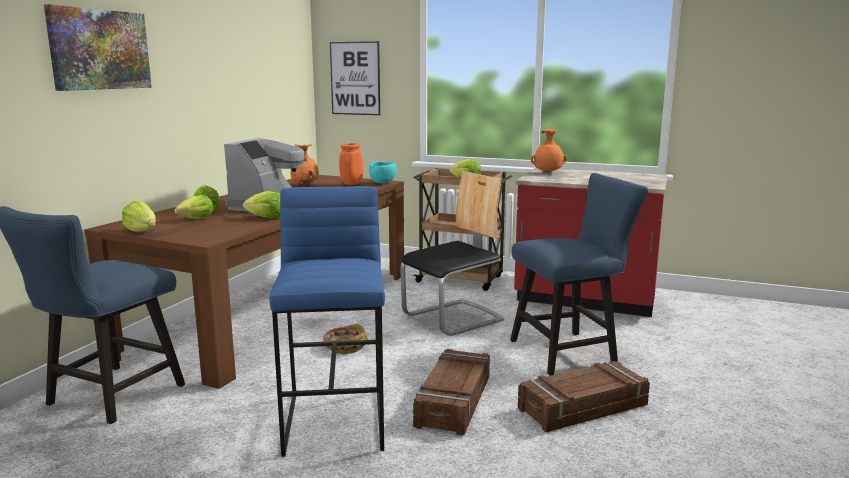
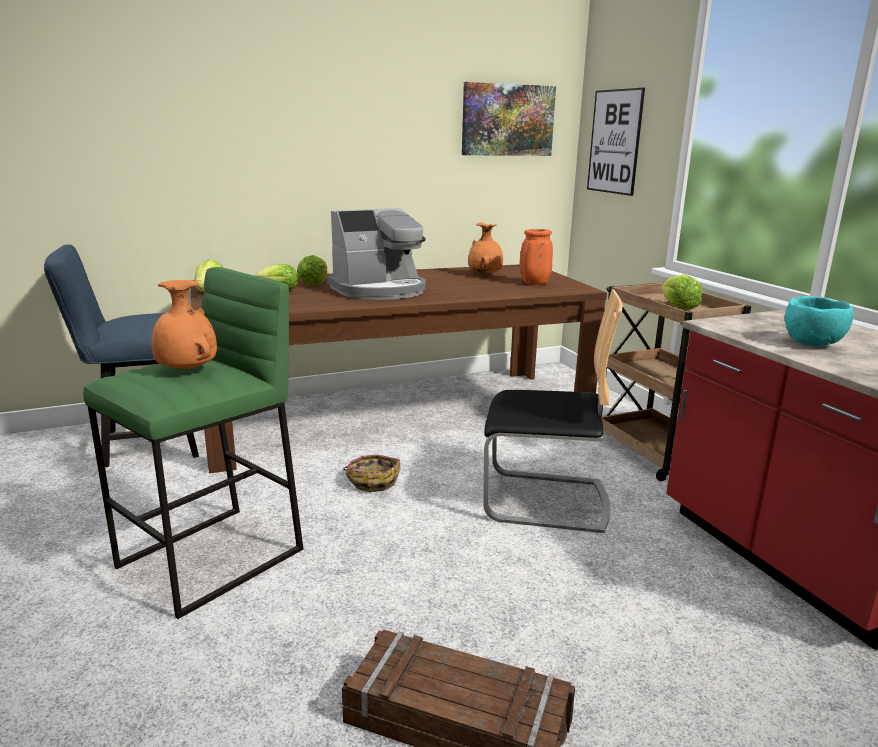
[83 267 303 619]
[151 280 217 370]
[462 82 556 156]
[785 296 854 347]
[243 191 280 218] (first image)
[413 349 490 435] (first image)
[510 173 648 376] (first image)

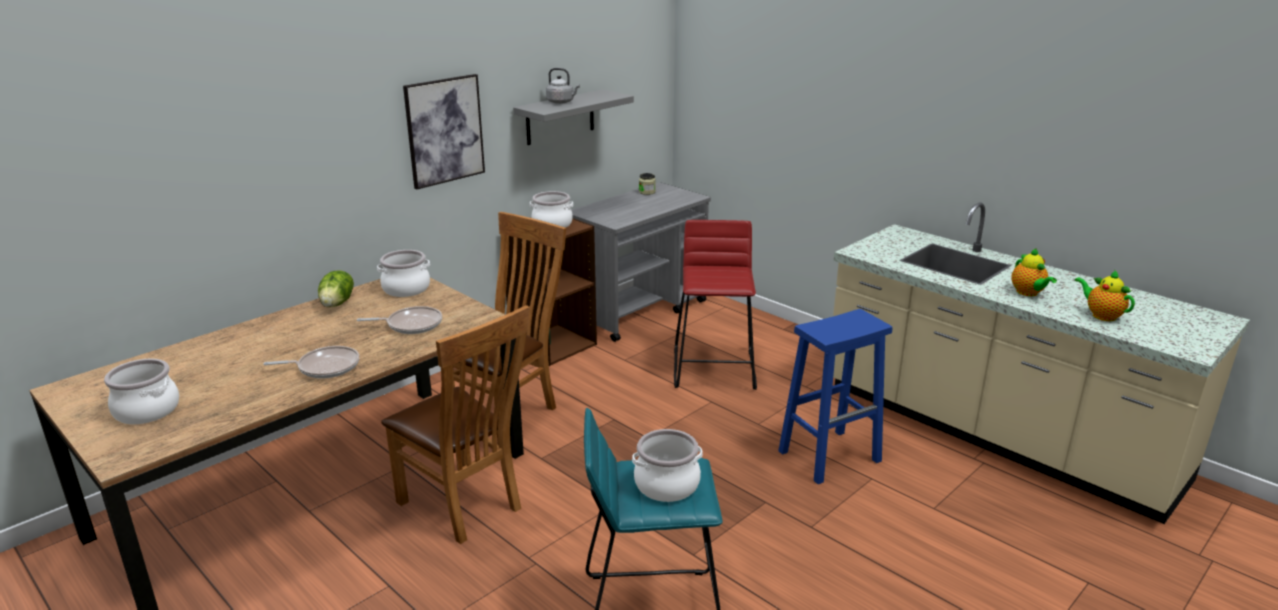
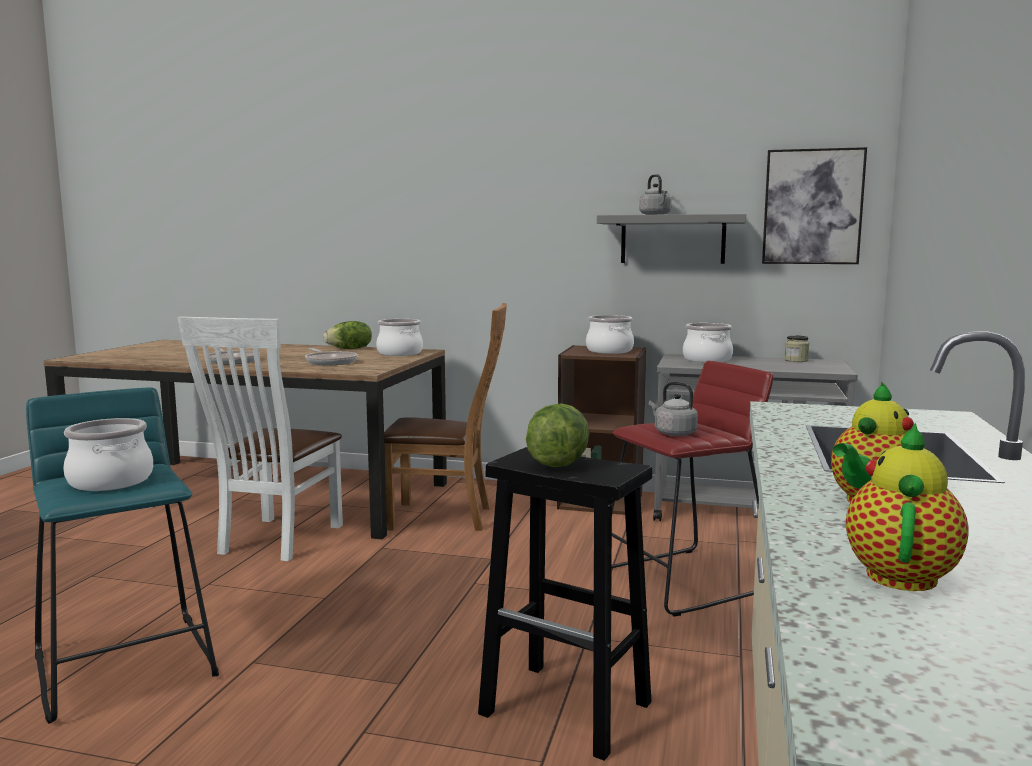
[177 316 343 561]
[478 447 652 761]
[526 403 589 467]
[649 382 698 436]
[683 323 733 363]
[762 147 867 264]

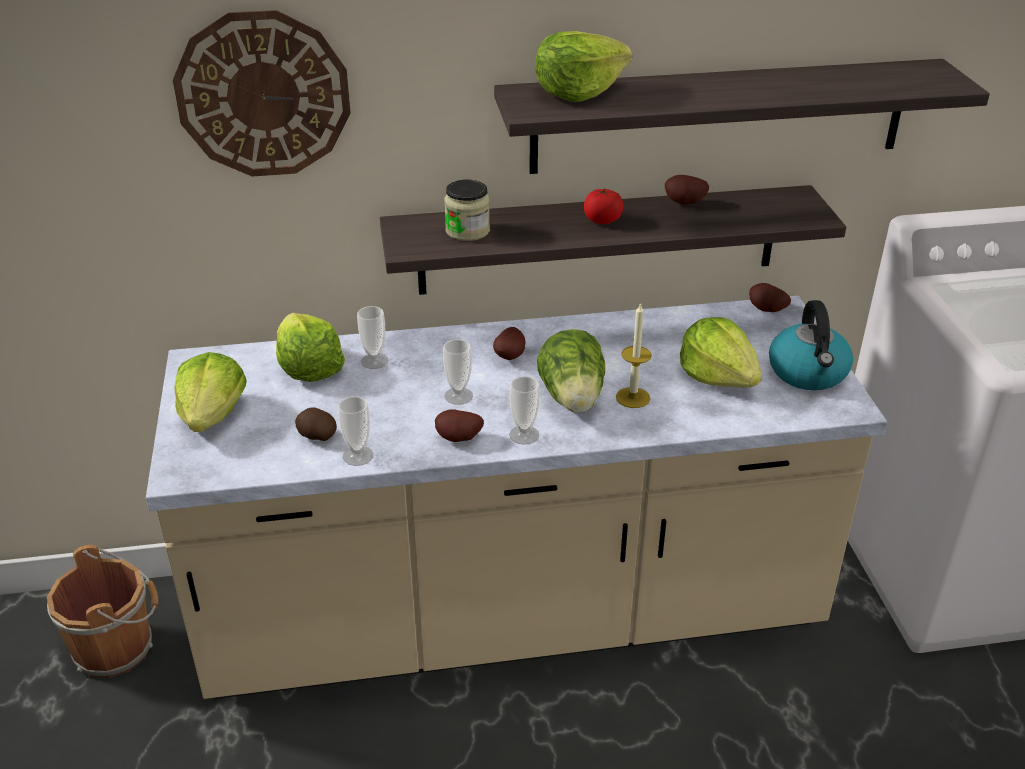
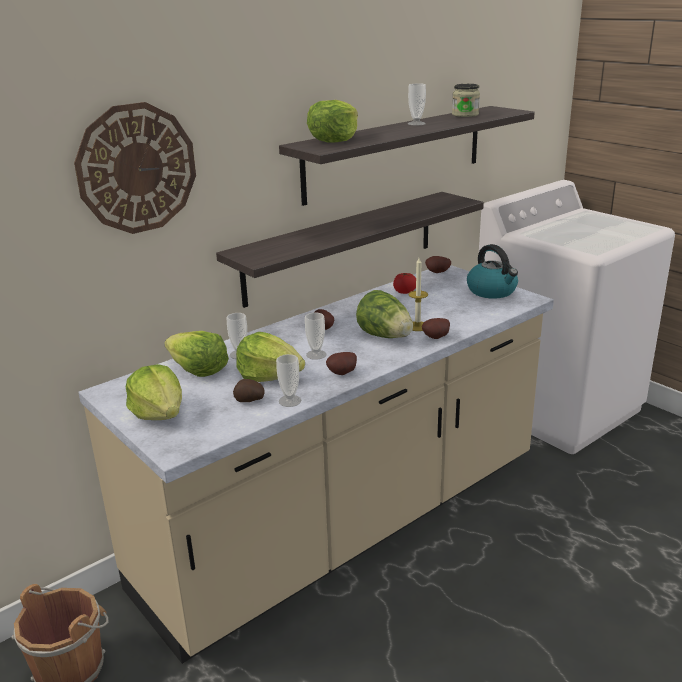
[236 332 305 382]
[393 272 416 294]
[408 83 426 125]
[422 318 450 339]
[452 84 480 117]

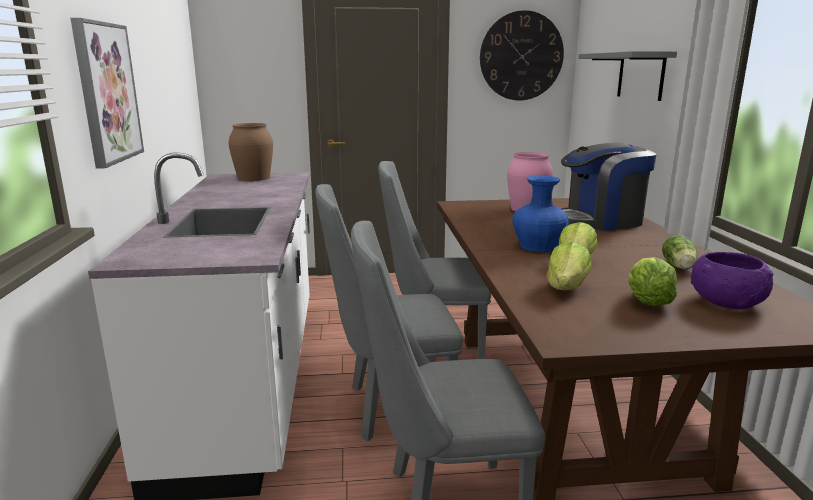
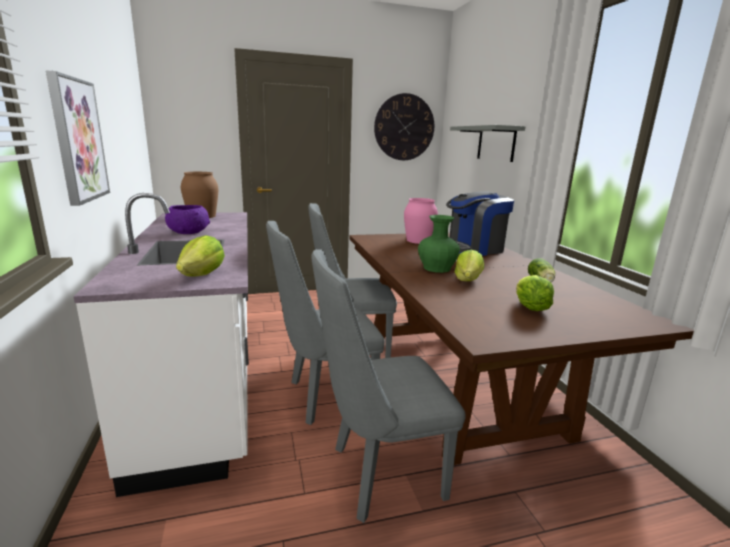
[165 205 210 234]
[176 236 225 277]
[418 215 460 273]

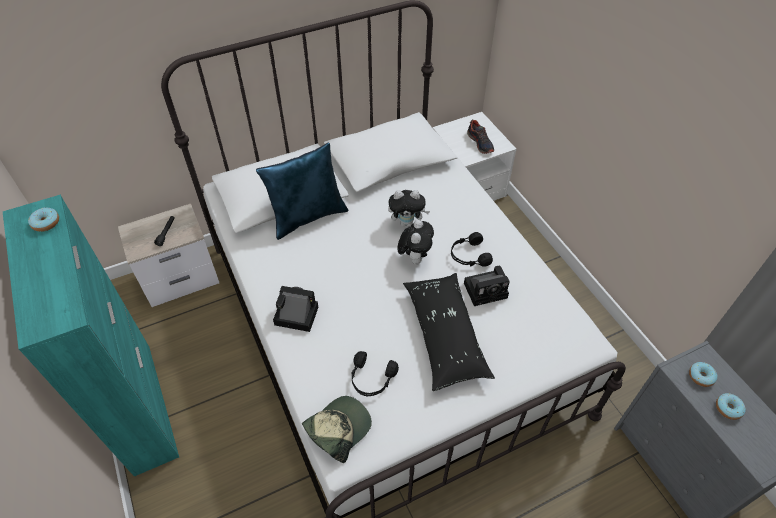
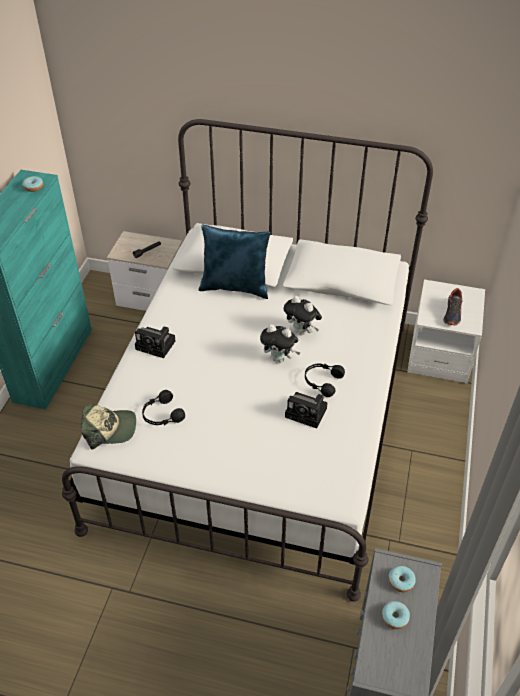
[135 326 176 358]
[260 324 301 363]
[403 273 495 391] (first image)

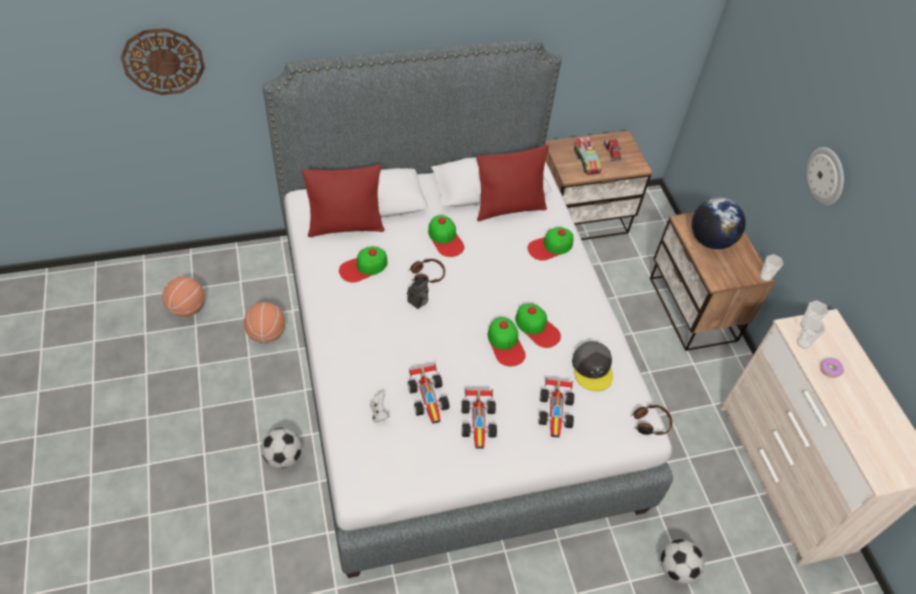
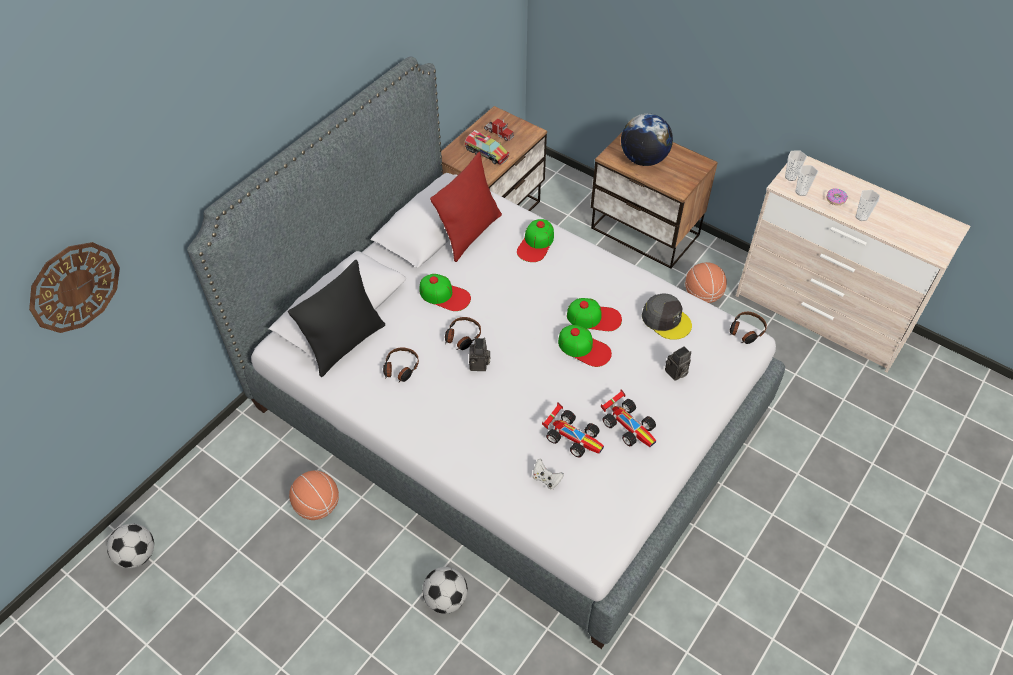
[107 524 154 568]
[288 260 385 377]
[383 347 419 383]
[665 346 691 381]
[685 262 727 303]
[856 190 880 221]
[806 147 844 206] (first image)

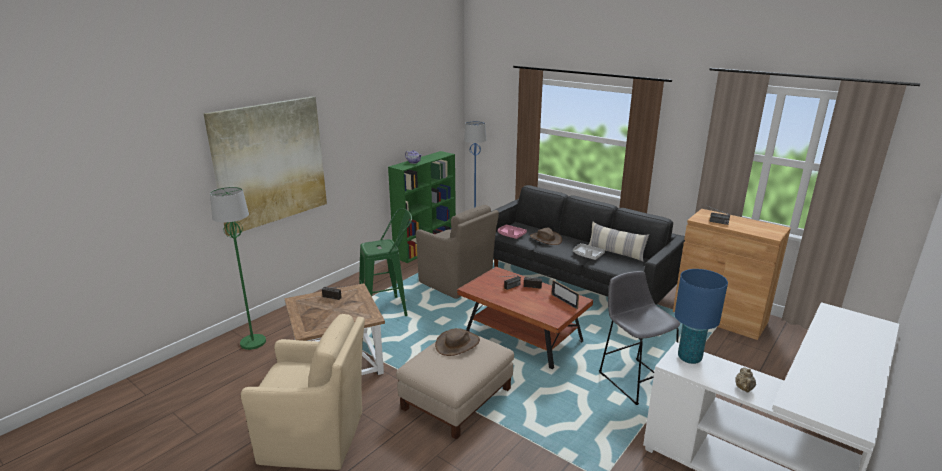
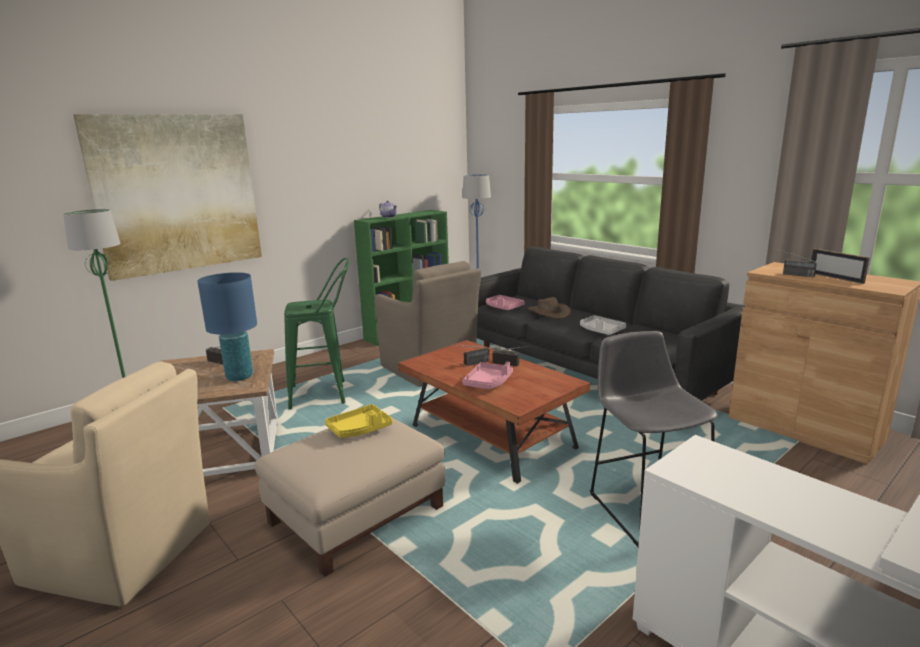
[197 272 257 381]
[325 404 393 438]
[463 362 513 389]
[811 248 870 284]
[589 222 649 262] (first image)
[735 367 756 392] (first image)

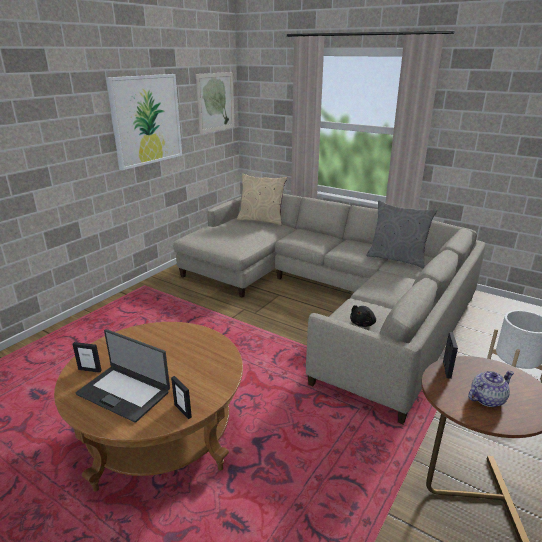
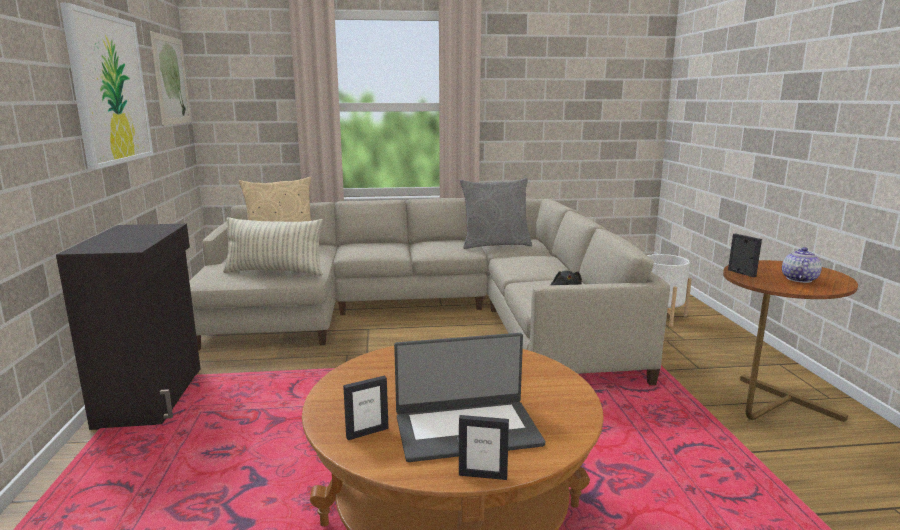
[56 224 201 430]
[223 217 324 276]
[459 415 509 480]

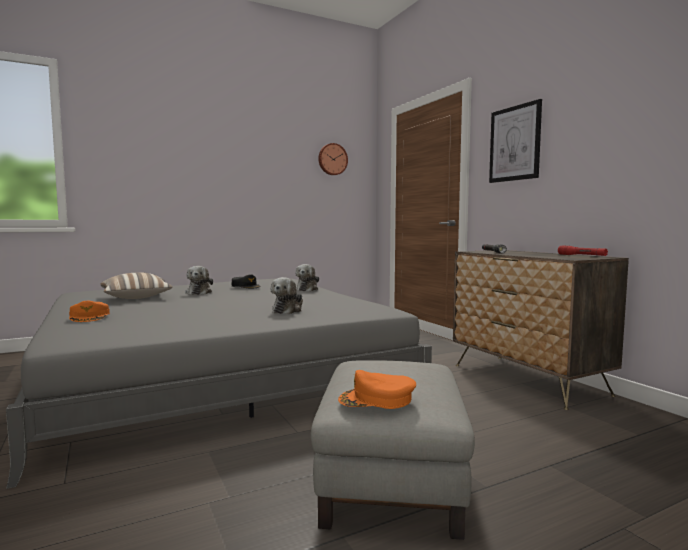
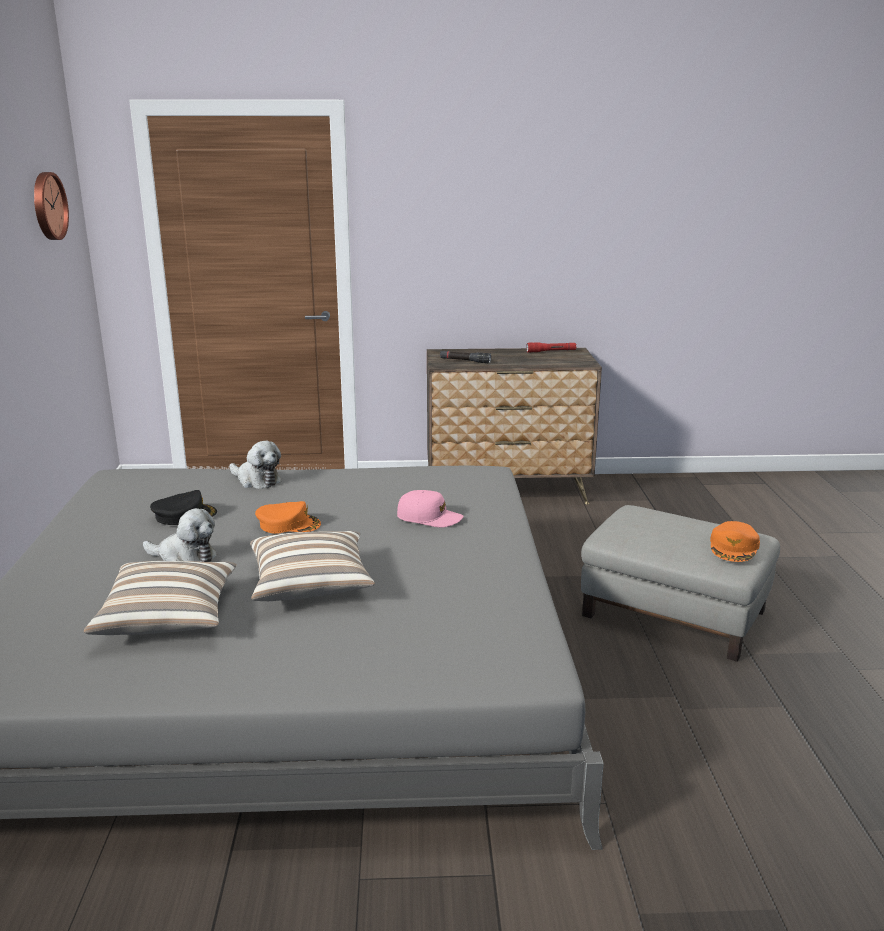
[250 531 375 601]
[255 501 321 534]
[397 490 464 528]
[489 99 542 183] (first image)

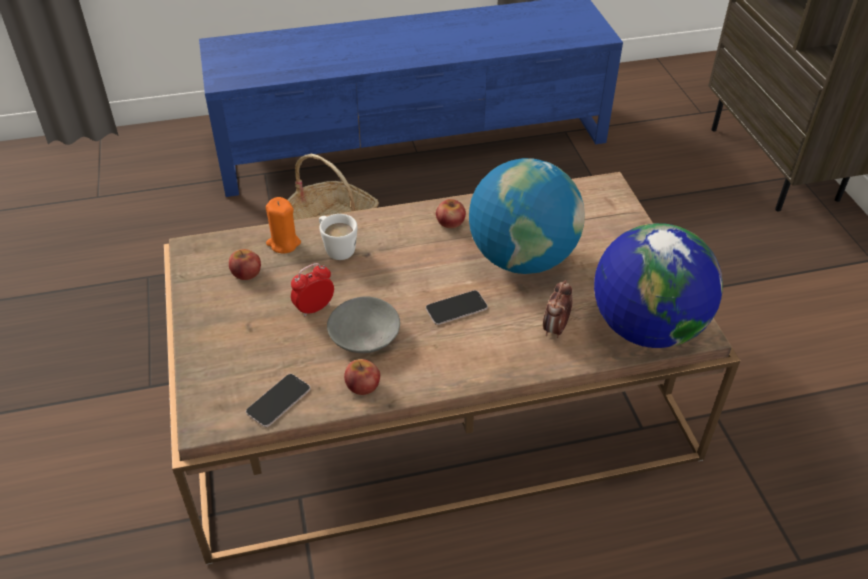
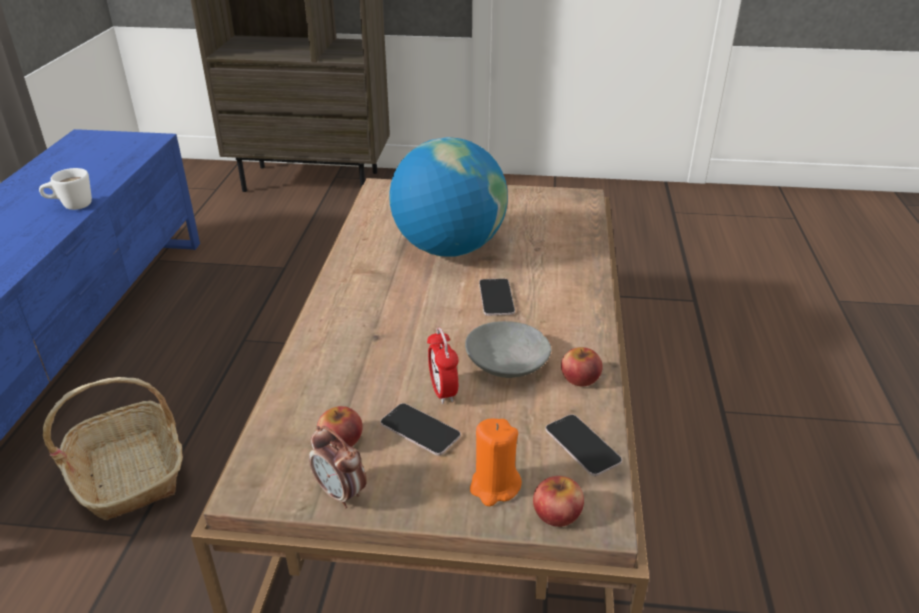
[39 168 92 210]
[309 426 367 508]
[380 403 461 455]
[470 418 522 506]
[533 476 584 527]
[594 223 723 348] (first image)

